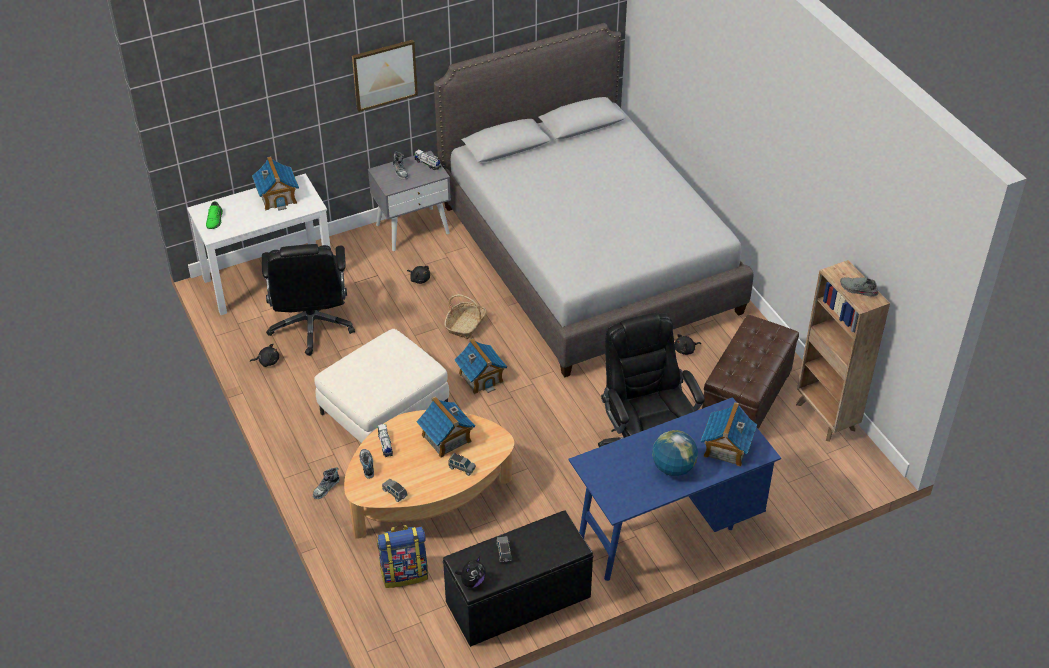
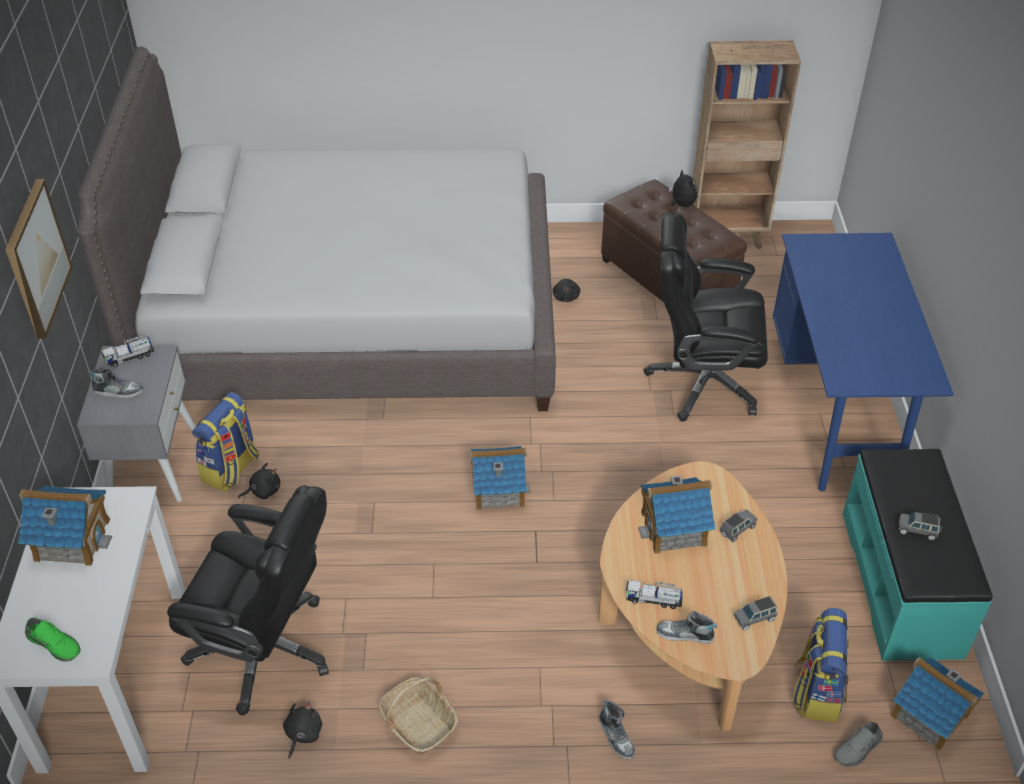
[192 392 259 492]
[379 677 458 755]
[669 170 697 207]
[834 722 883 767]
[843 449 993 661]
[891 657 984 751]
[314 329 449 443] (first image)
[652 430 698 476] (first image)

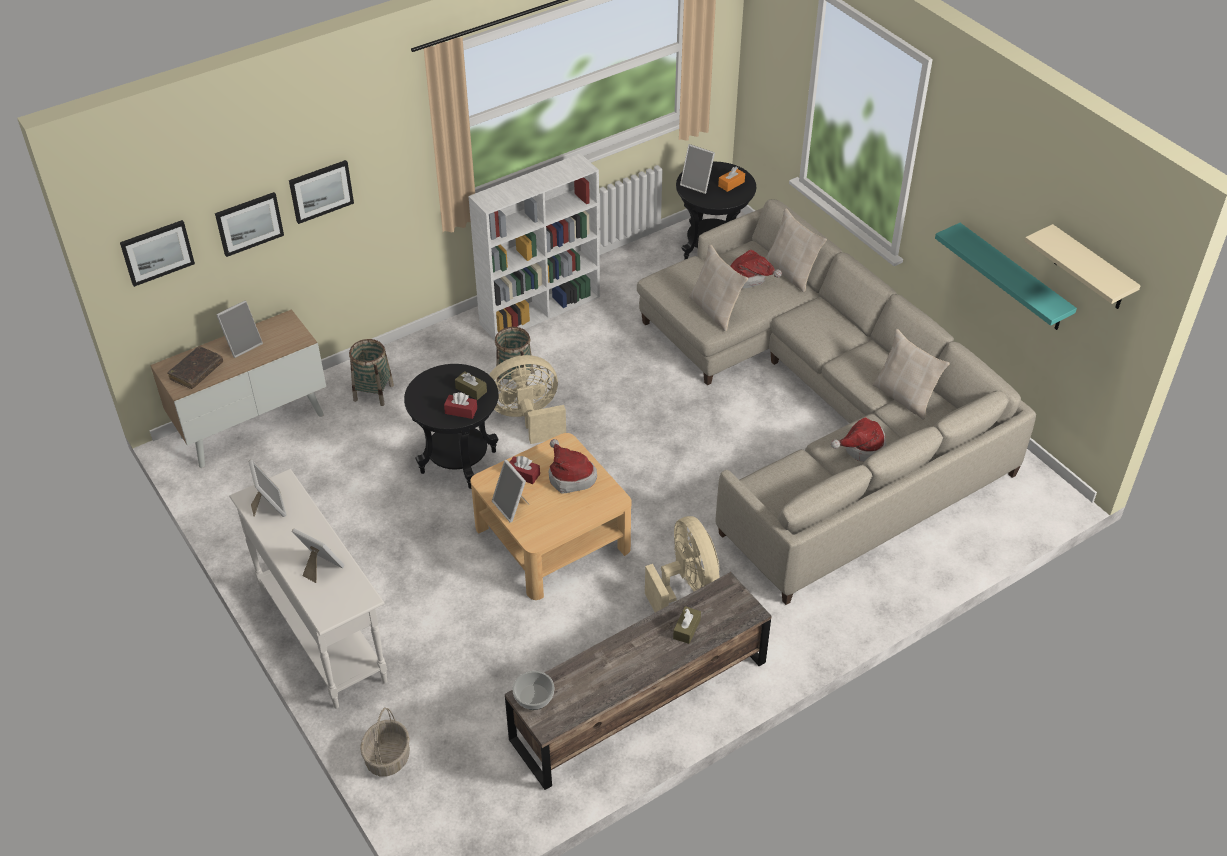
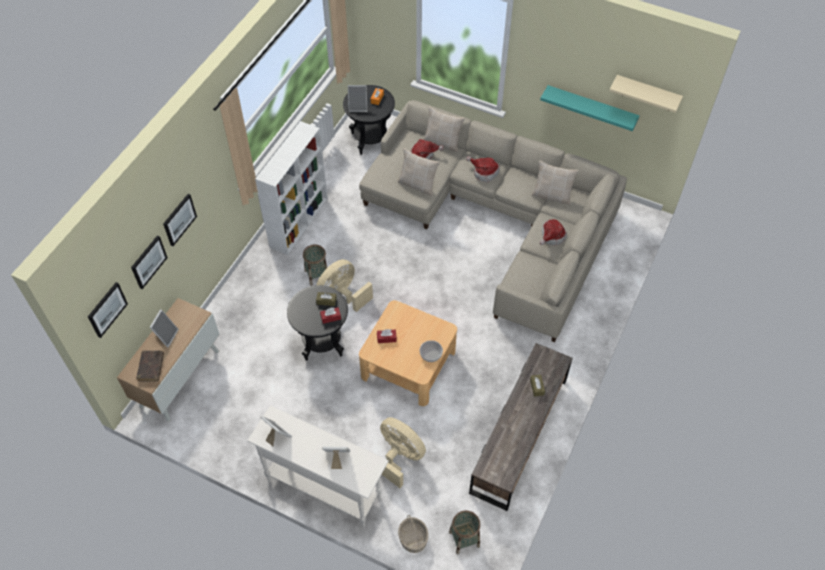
[380 417 426 488]
[420 340 443 362]
[449 511 480 554]
[466 156 500 183]
[492 460 530 523] (first image)

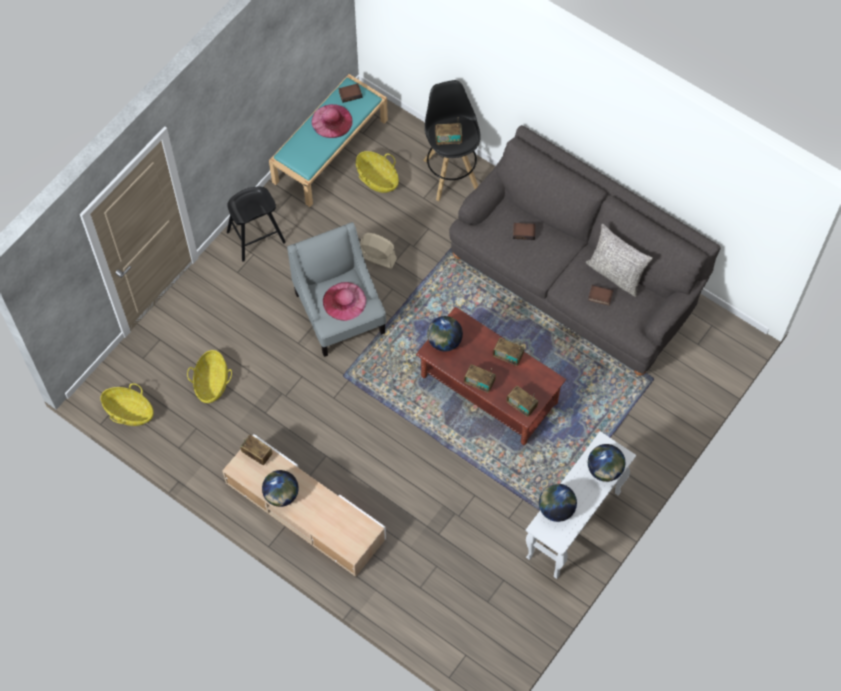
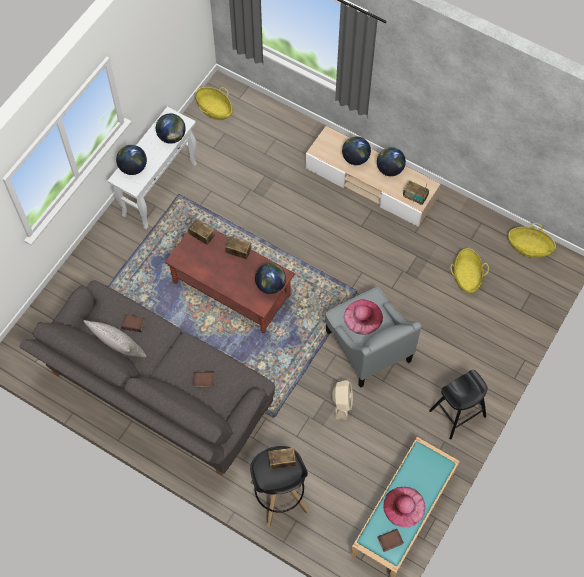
[195 87 233 120]
[332 380 353 420]
[342 136 371 165]
[493 338 524 366] (first image)

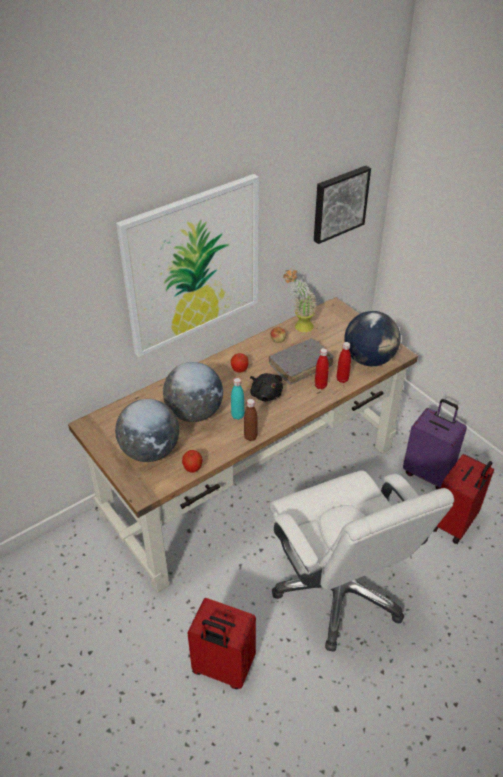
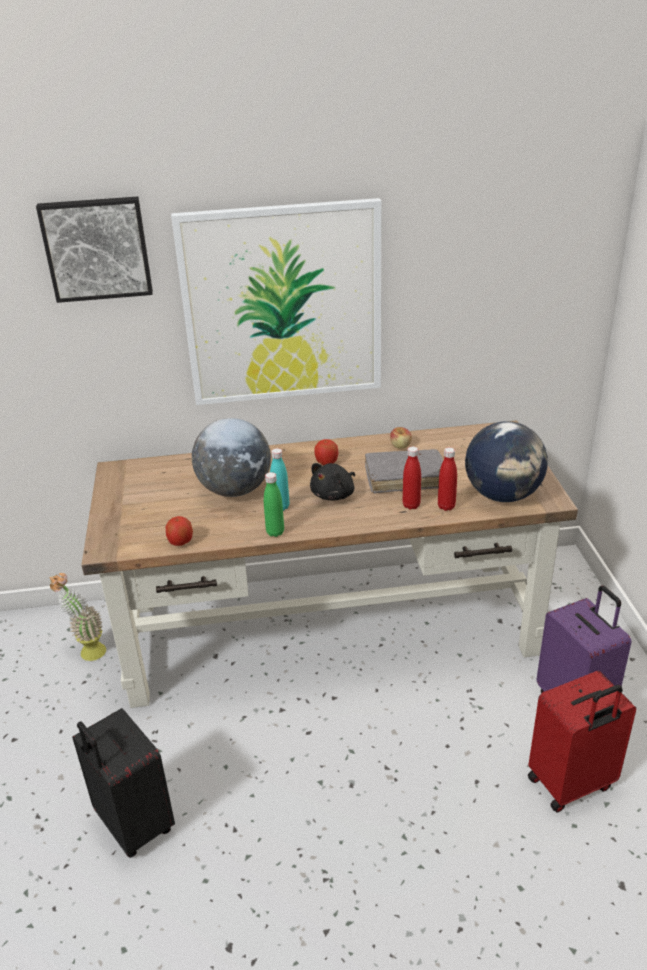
[36 196 153 303]
[50 573 106 661]
[72 708 175 858]
[264 472 284 537]
[310 463 355 500]
[115 399 179 462] (first image)
[270 470 454 652] (first image)

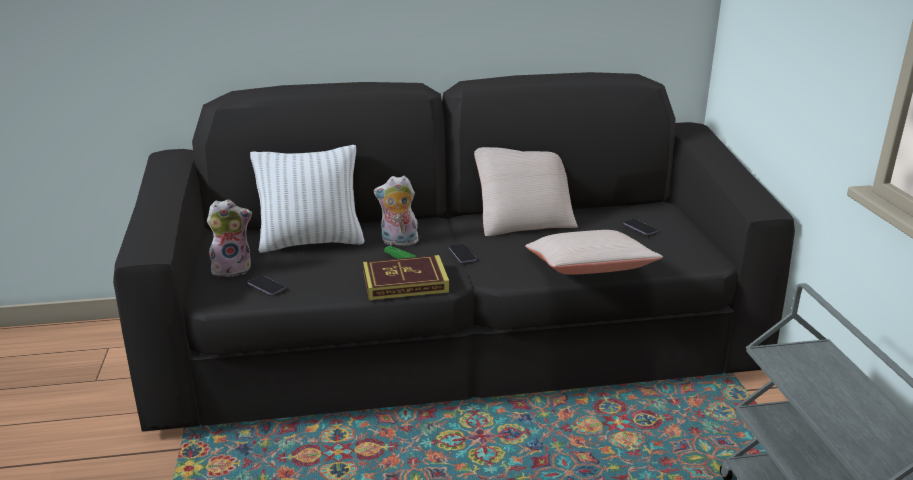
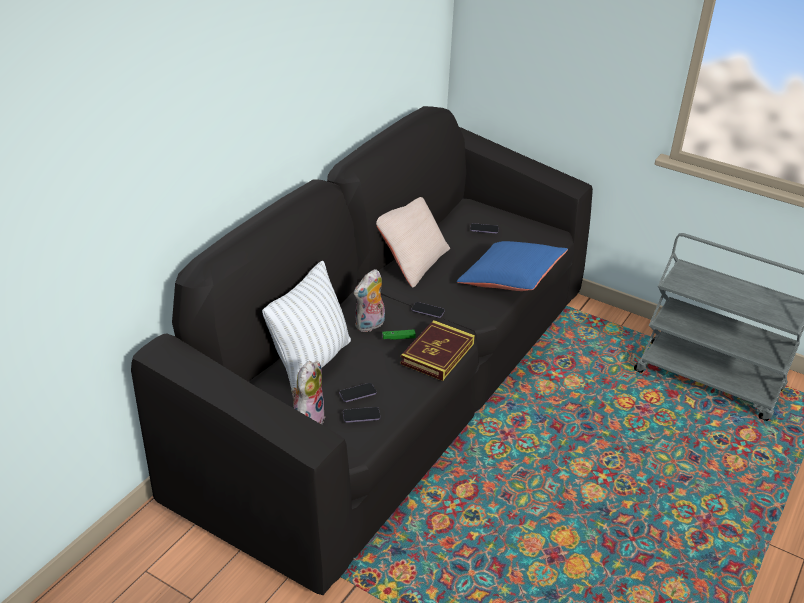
[339 383 377 402]
[457 241 568 291]

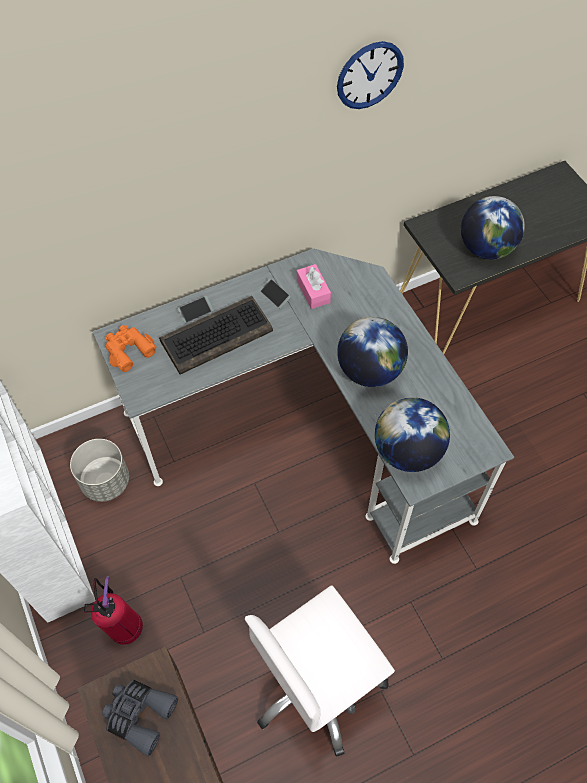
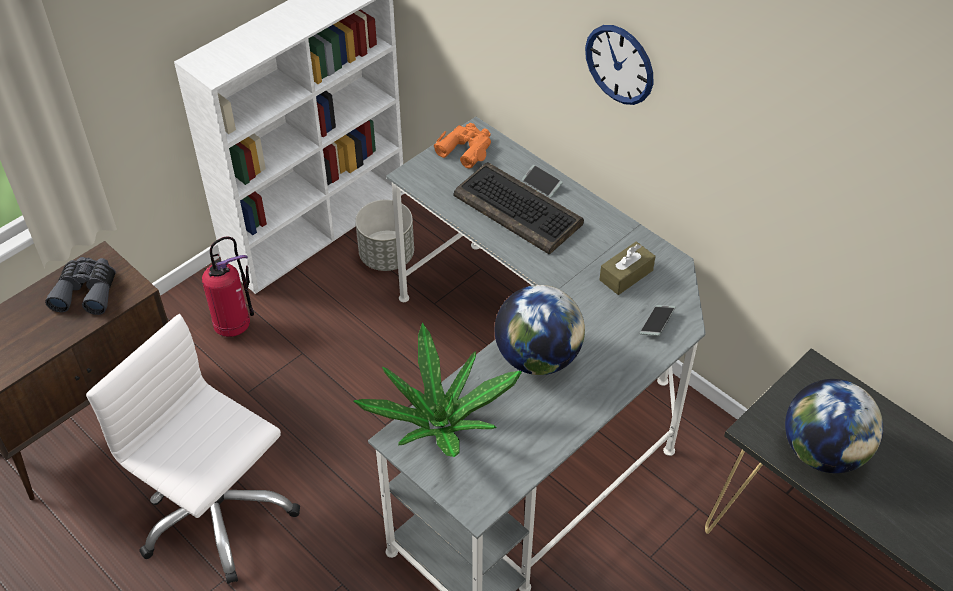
[353 323 522 457]
[585 25 653 105]
[599 242 656 295]
[640 305 676 336]

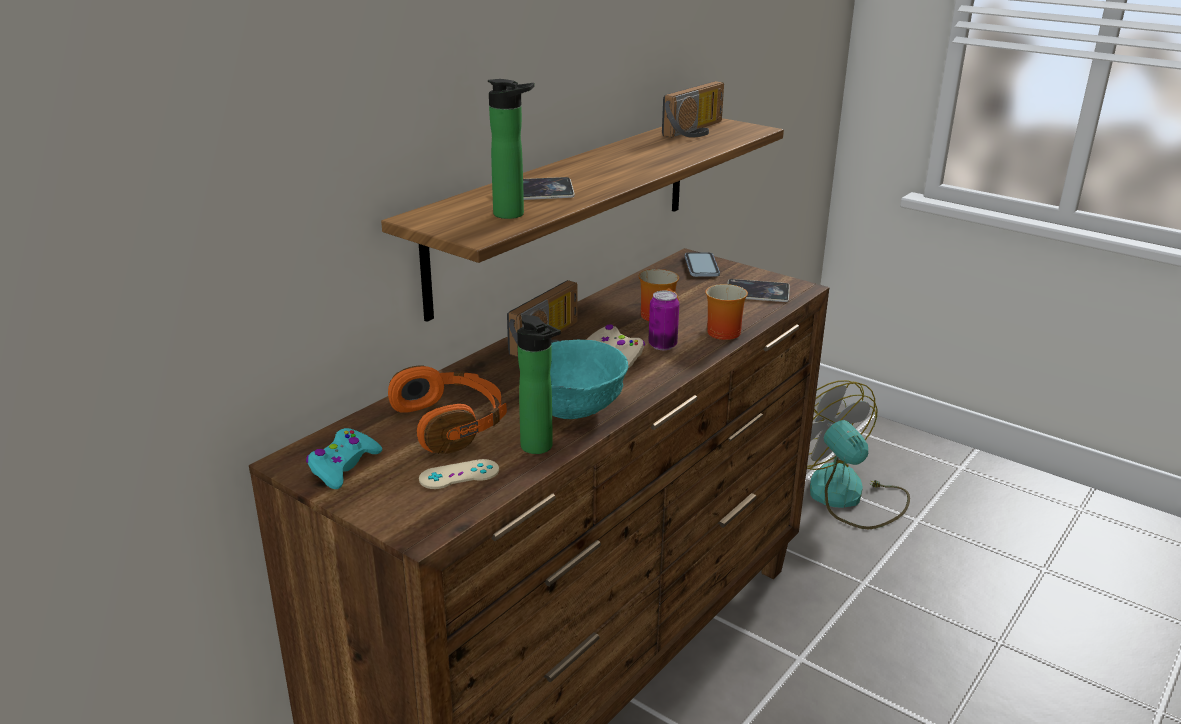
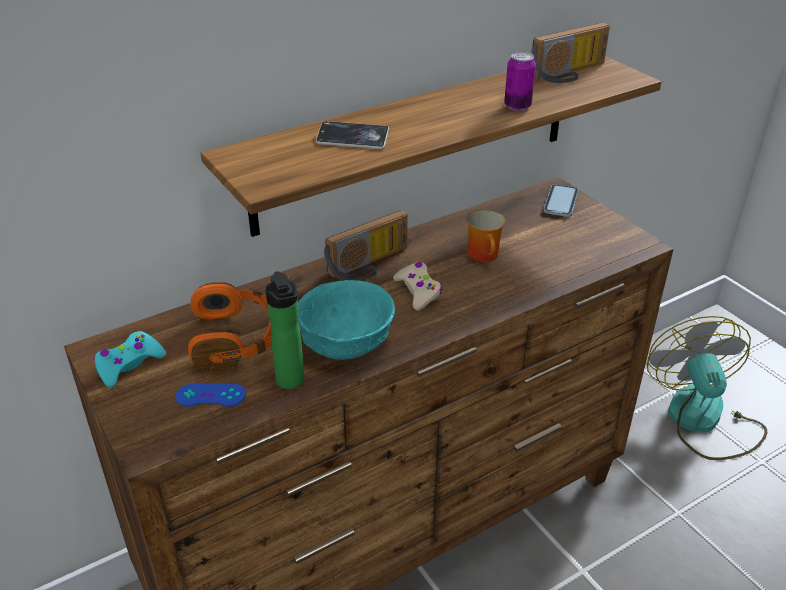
[175 384 246 407]
[504 52 536 111]
[488 79 534 219] (first image)
[705 284 748 340] (first image)
[728 279 790 302] (first image)

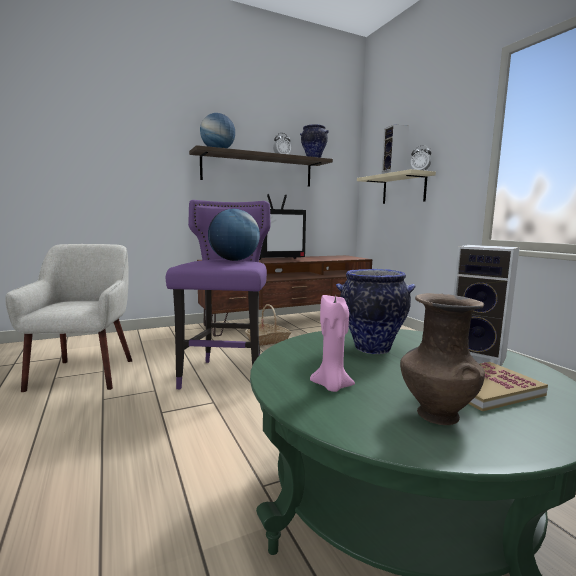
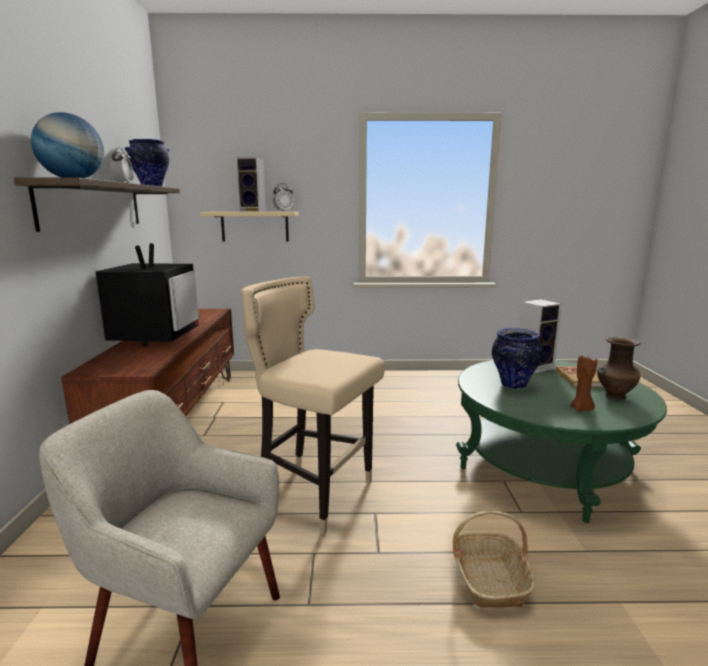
[241 276 385 535]
[453 511 535 608]
[570 354 597 412]
[208 209 260 261] (first image)

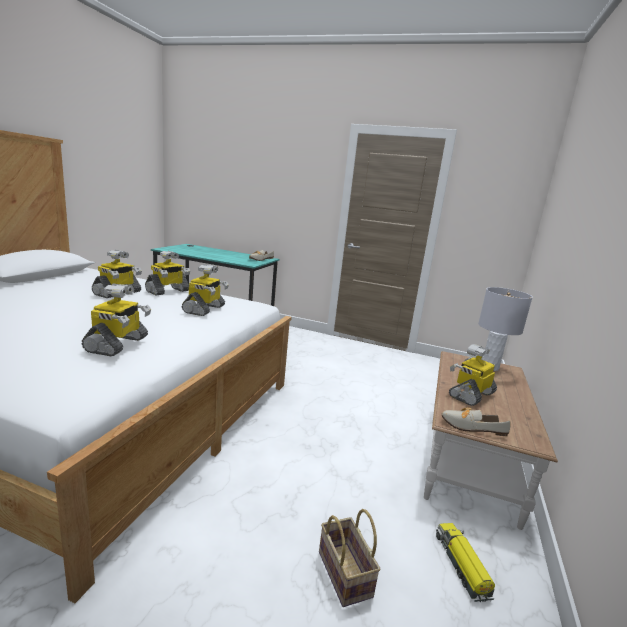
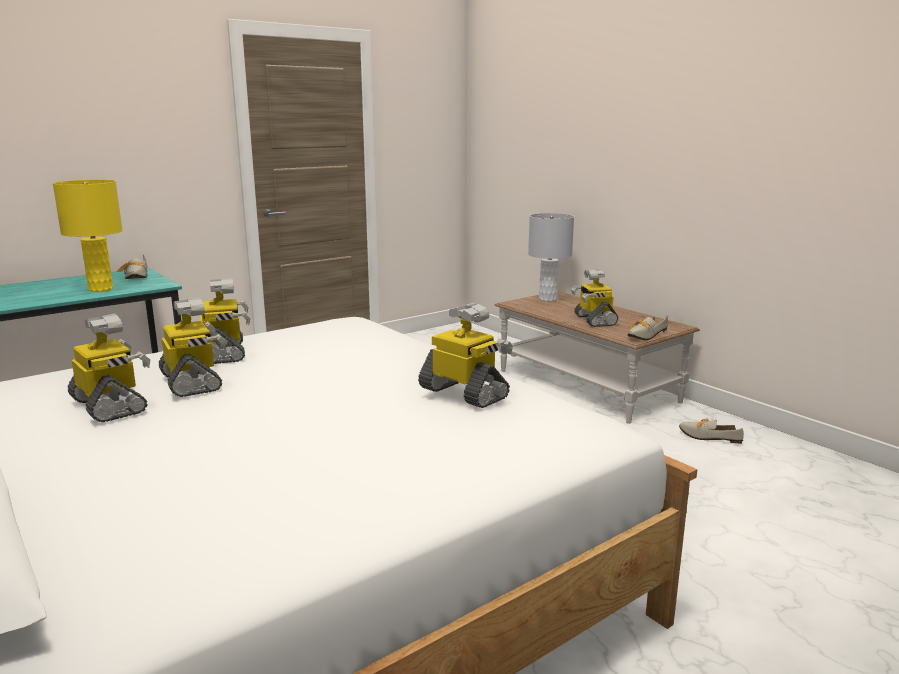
[53 179 123 292]
[68 314 150 422]
[679 419 744 444]
[319 509 380 607] (first image)

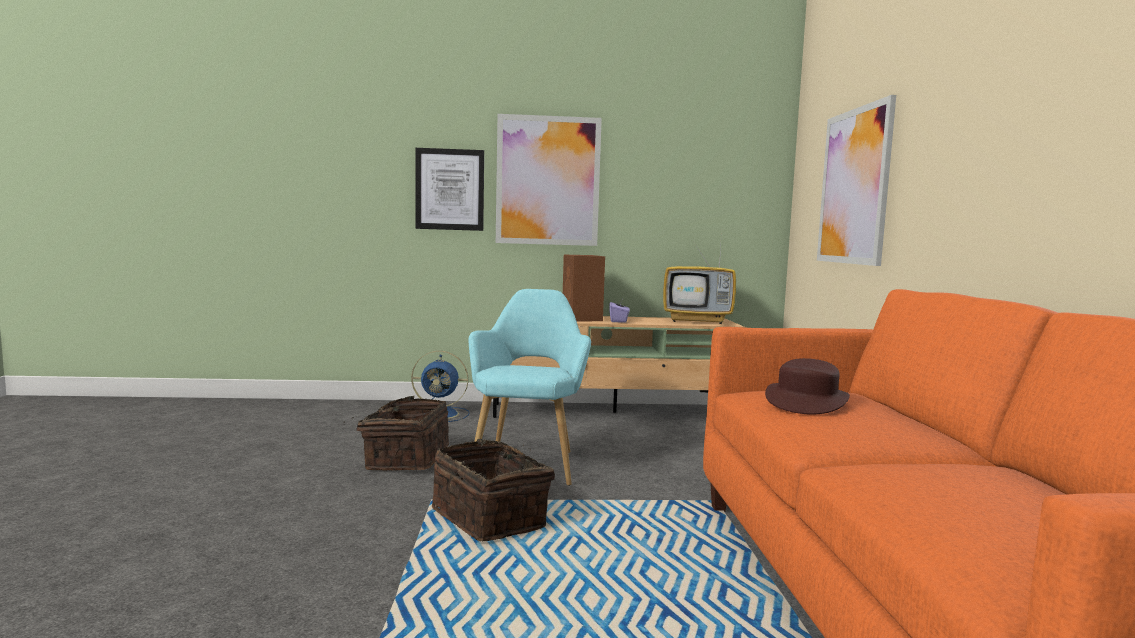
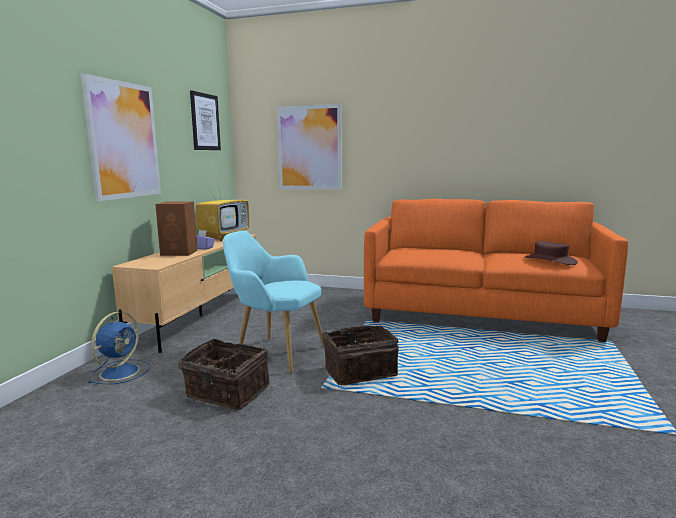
[190 90 221 150]
[524 241 578 265]

